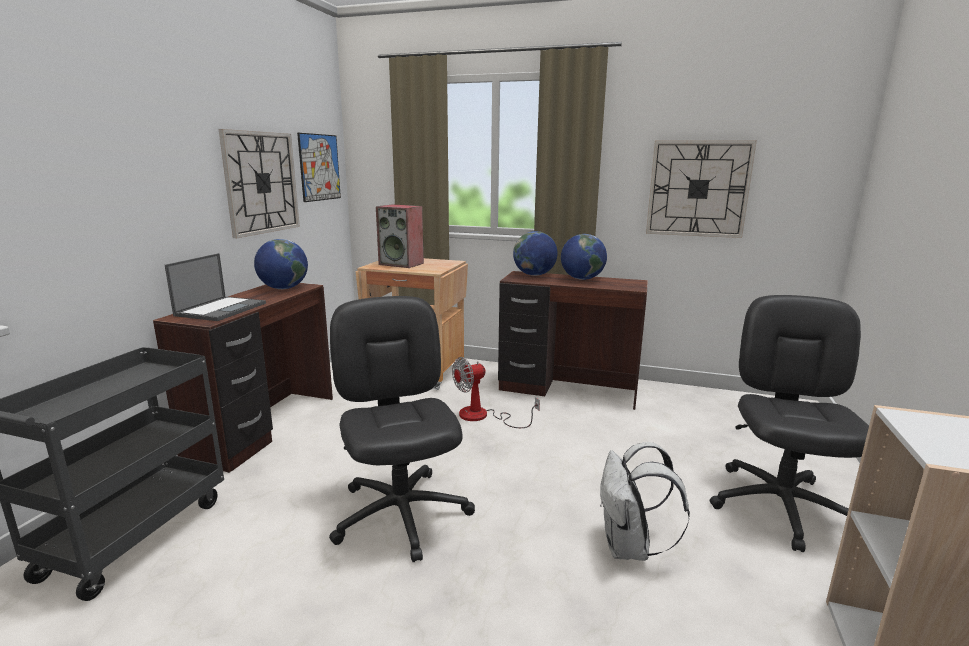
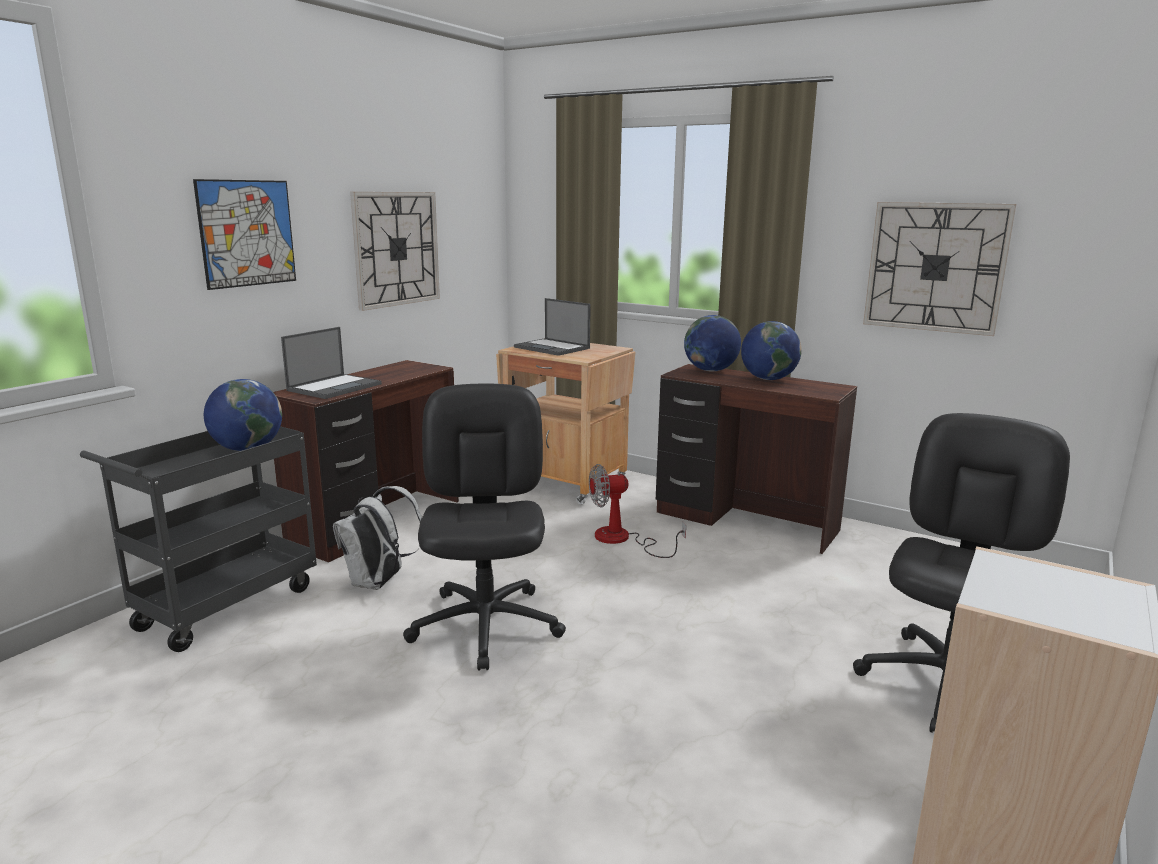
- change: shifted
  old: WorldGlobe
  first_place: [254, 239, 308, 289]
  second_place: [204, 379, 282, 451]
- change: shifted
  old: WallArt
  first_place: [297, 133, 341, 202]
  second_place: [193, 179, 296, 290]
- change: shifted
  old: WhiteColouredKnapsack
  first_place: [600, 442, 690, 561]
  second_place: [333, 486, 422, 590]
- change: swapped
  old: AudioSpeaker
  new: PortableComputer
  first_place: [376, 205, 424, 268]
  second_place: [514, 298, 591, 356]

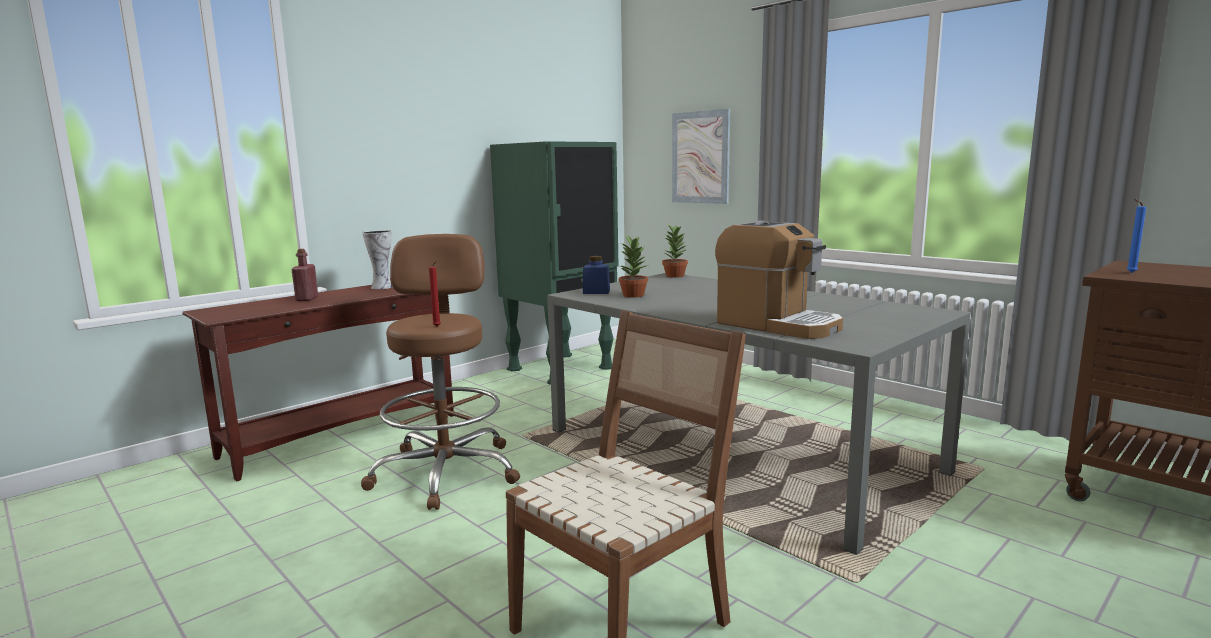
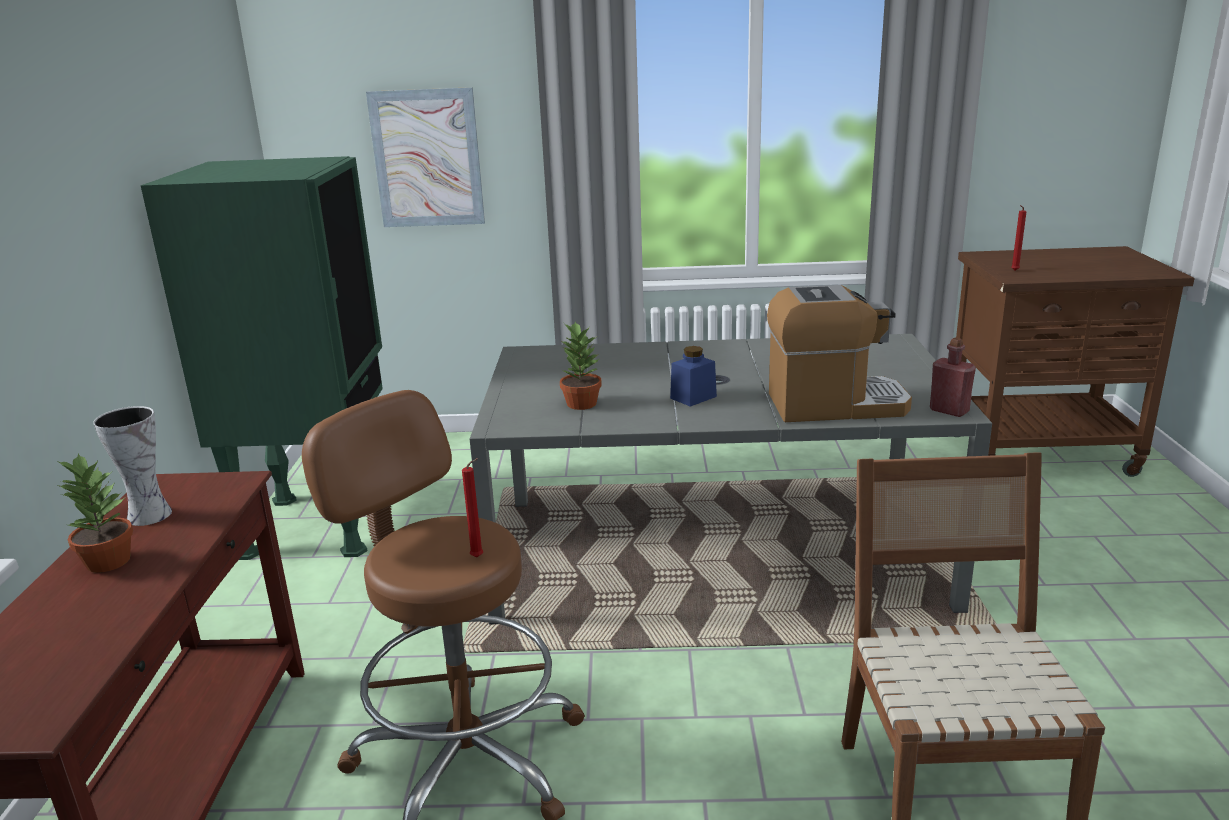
- change: shifted
  old: RedColouredDrinkBottle
  first_place: [291, 249, 318, 301]
  second_place: [930, 338, 976, 417]
- change: shifted
  old: BluePreserveJar
  first_place: [583, 256, 610, 294]
  second_place: [670, 346, 717, 407]
- change: shifted
  old: PottedPlant
  first_place: [662, 225, 688, 278]
  second_place: [58, 454, 133, 573]
- change: repainted
  old: BlueWaxLight
  new: RedColouredWaxLight
  first_place: [1127, 199, 1146, 273]
  second_place: [1011, 205, 1026, 271]

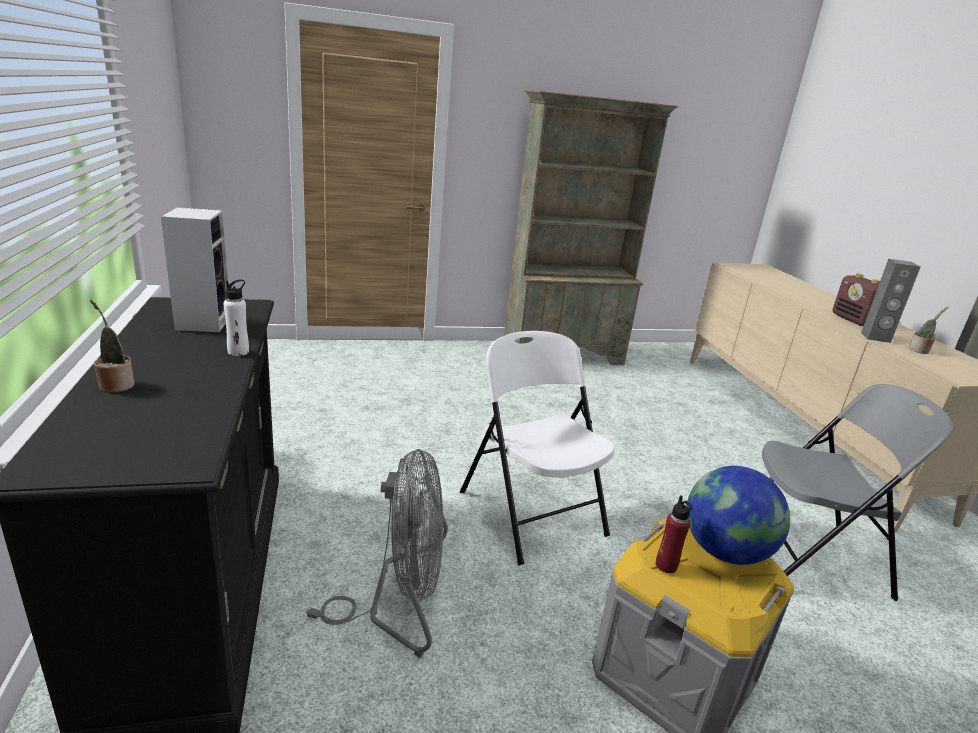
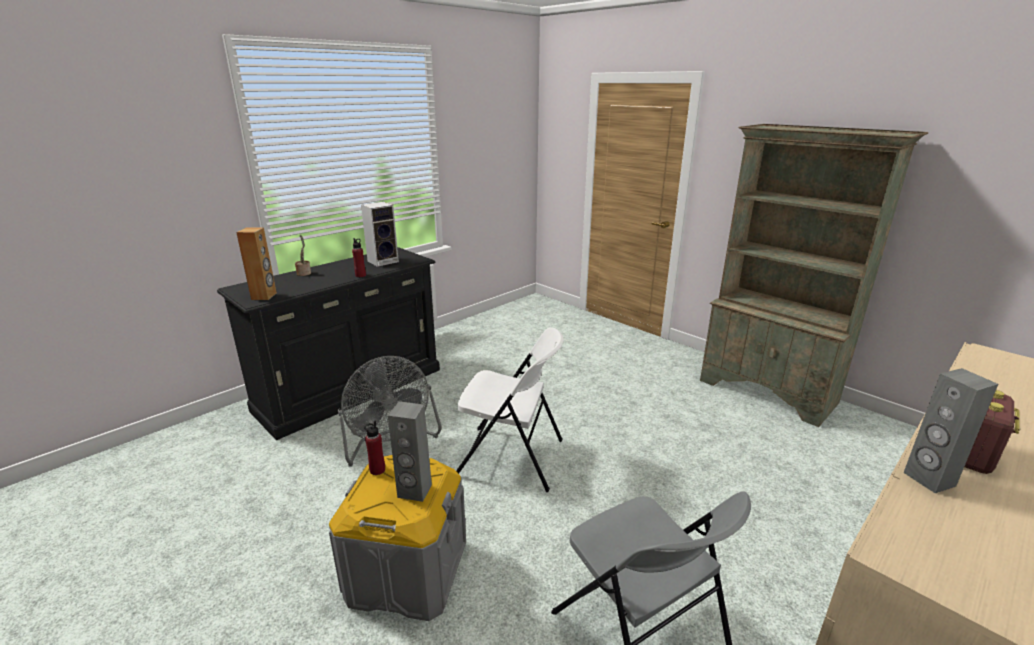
- change: gone
  old: PottedPlant
  first_place: [908, 307, 948, 354]
- change: new
  new: BrownAudioSpeaker
  second_place: [236, 227, 277, 300]
- change: swapped
  old: WorldGlobe
  new: GreyAudioSpeaker
  first_place: [687, 466, 790, 565]
  second_place: [388, 401, 432, 502]
- change: repainted
  old: WhiteColouredDrinkBottle
  new: RedColouredDrinkBottle
  first_place: [224, 279, 249, 356]
  second_place: [352, 238, 366, 277]
- change: rotated
  old: WhiteColouredPlainChair
  first_place: [460, 331, 614, 566]
  second_place: [456, 327, 564, 493]
  degrees: 75

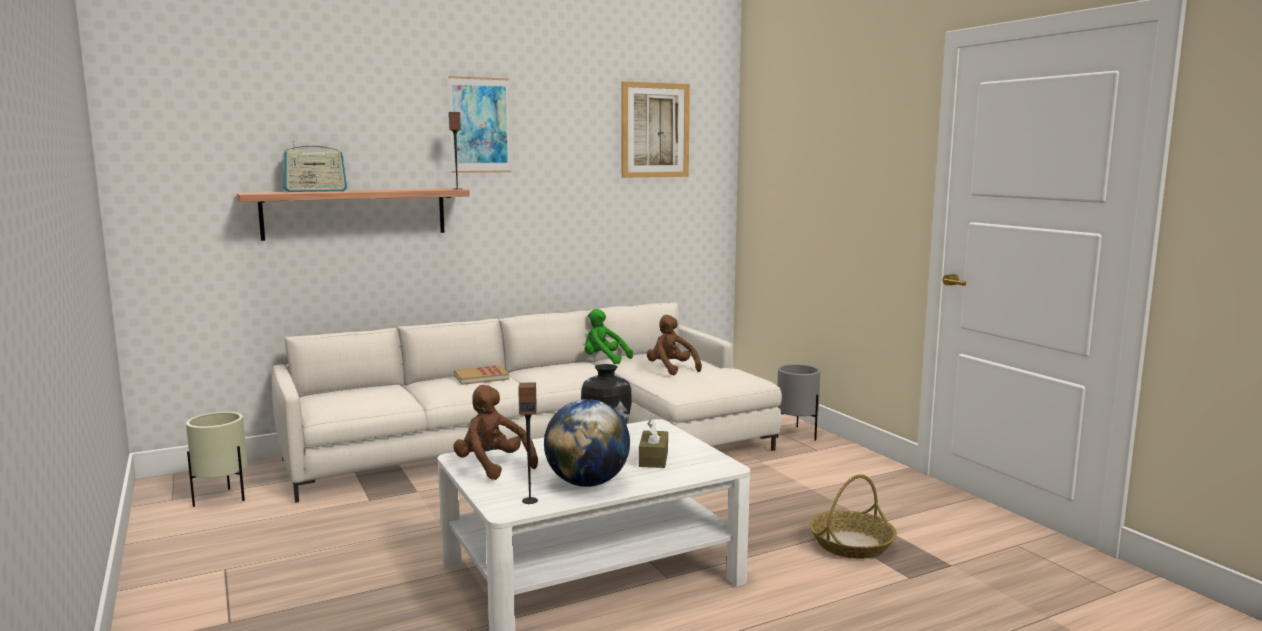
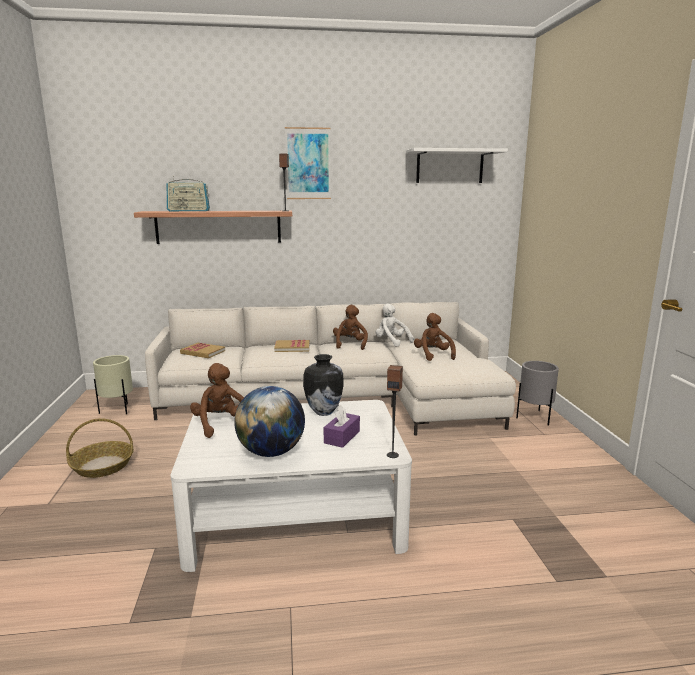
- change: new
  new: Volume
  second_place: [180, 343, 225, 358]
- change: new
  new: BrownPlushToy
  second_place: [333, 305, 368, 350]
- change: shifted
  old: AudioSpeaker
  first_place: [518, 383, 538, 504]
  second_place: [387, 365, 403, 458]
- change: shifted
  old: Basket
  first_place: [809, 474, 897, 559]
  second_place: [66, 418, 134, 478]
- change: swapped
  old: WallArt
  new: WhiteColouredWallShelf
  first_place: [621, 81, 690, 178]
  second_place: [406, 148, 508, 183]
- change: repainted
  old: GreenishPlushToy
  new: WhiteColouredPlushToy
  first_place: [585, 309, 633, 364]
  second_place: [375, 304, 414, 347]
- change: repainted
  old: BrownBoxOfTissues
  new: PurpleColouredBoxOfTissues
  first_place: [639, 419, 668, 468]
  second_place: [324, 405, 360, 448]

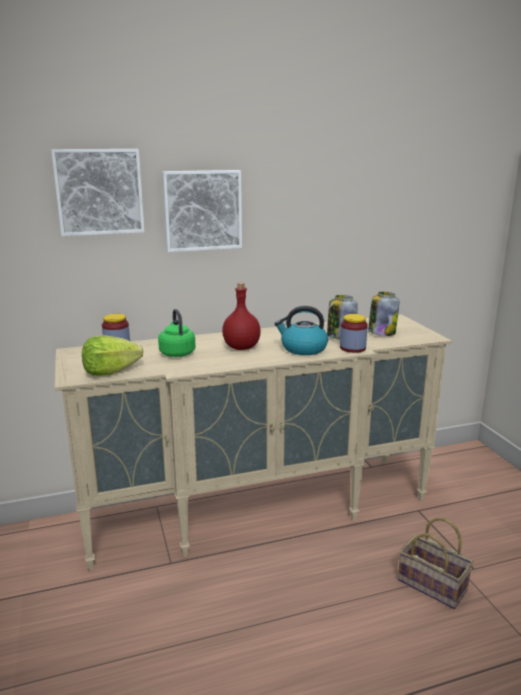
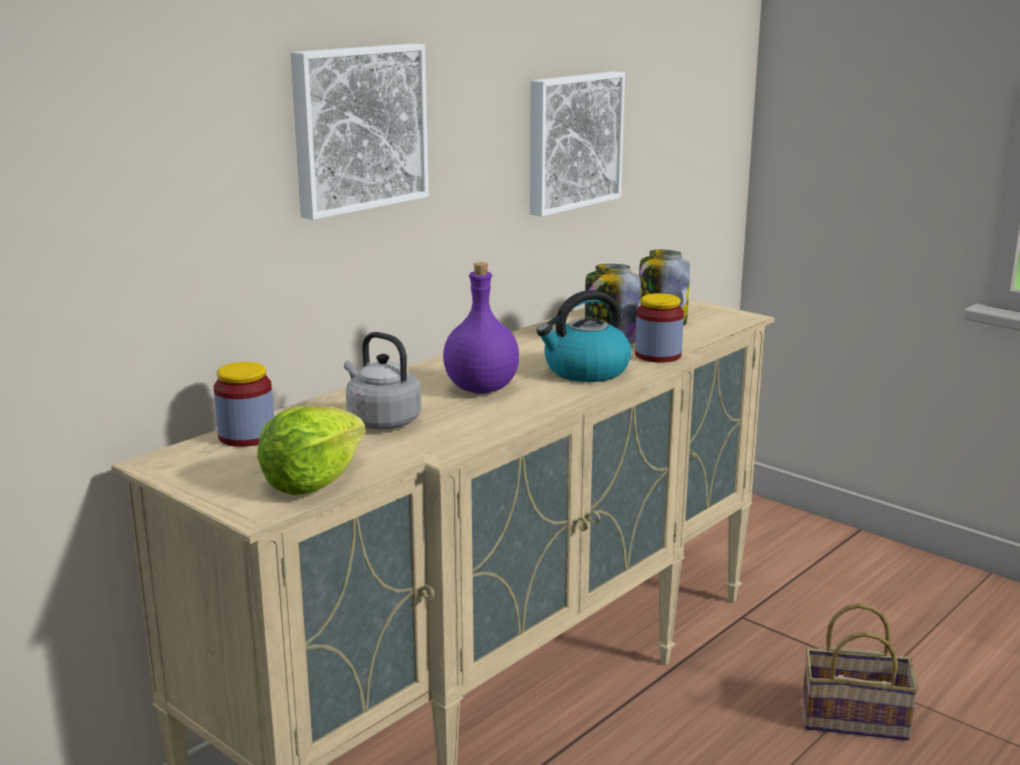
- change: shifted
  old: WallArt
  first_place: [51, 149, 145, 236]
  second_place: [530, 71, 625, 217]
- change: repainted
  old: GreenishTeaKettle
  new: GreyTeaKettle
  first_place: [158, 309, 195, 357]
  second_place: [344, 332, 421, 429]
- change: repainted
  old: RedColouredDrinkBottle
  new: PurpleColouredDrinkBottle
  first_place: [222, 283, 261, 350]
  second_place: [443, 262, 519, 394]

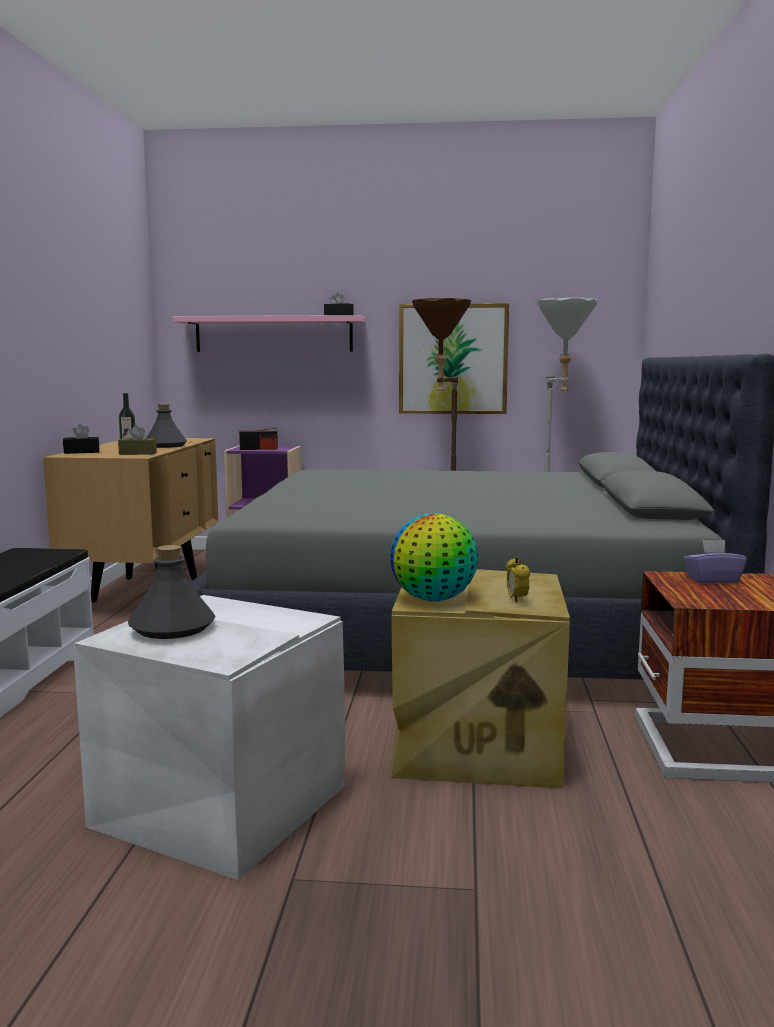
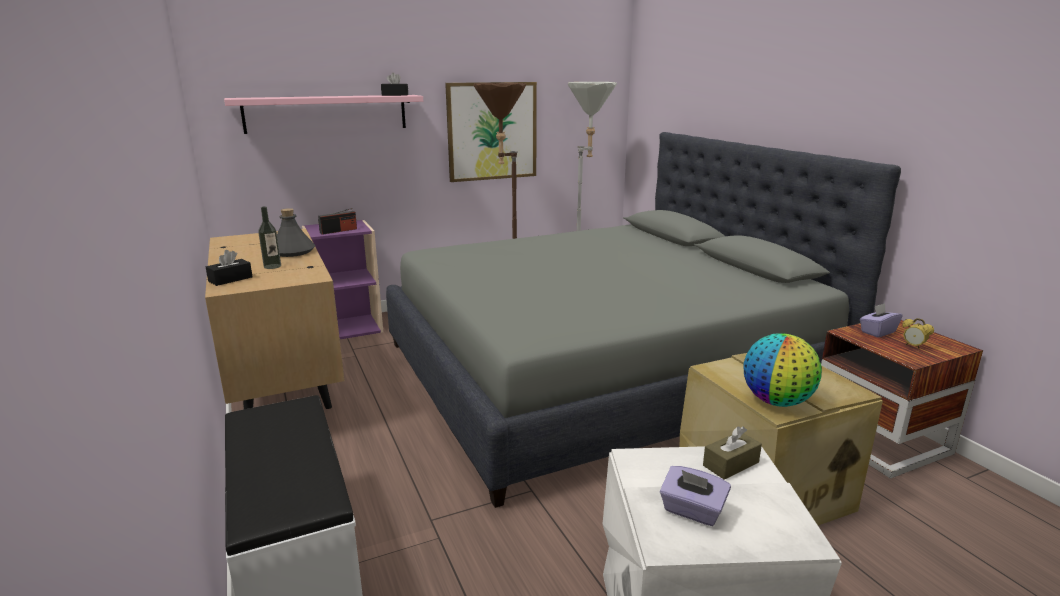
- change: shifted
  old: BrownBoxOfTissues
  first_place: [118, 425, 157, 455]
  second_place: [703, 426, 762, 480]
- change: shifted
  old: AlarmClock
  first_place: [506, 556, 530, 602]
  second_place: [902, 318, 934, 349]
- change: swapped
  old: GreyDrinkBottle
  new: PurpleColouredBoxOfTissues
  first_place: [128, 545, 216, 639]
  second_place: [660, 466, 731, 526]

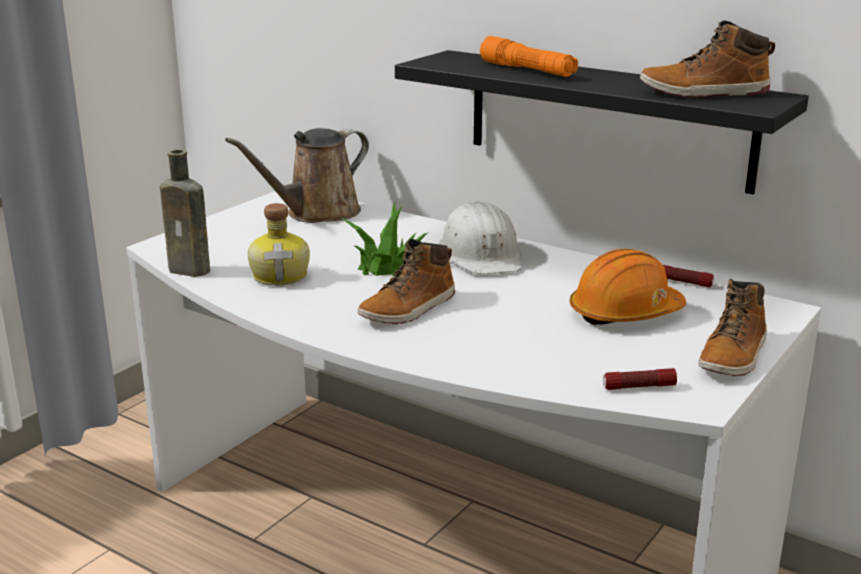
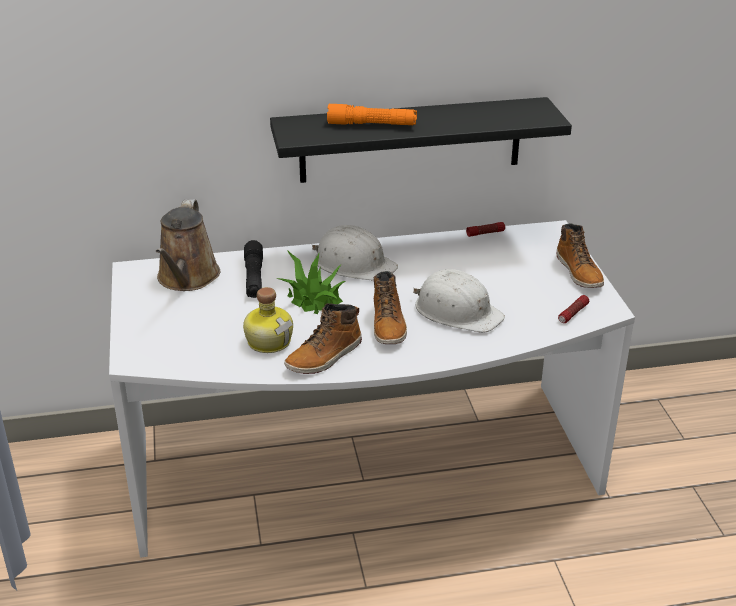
- change: gone
  old: BrownDrinkBottle
  first_place: [160, 150, 210, 277]
- change: gone
  old: OrangeyWorkHelmet
  first_place: [570, 249, 686, 325]
- change: new
  new: BlackHandTorch
  second_place: [244, 240, 263, 298]
- change: new
  new: WhiteColouredWorkHelmet
  second_place: [413, 269, 505, 333]
- change: shifted
  old: Boot
  first_place: [640, 21, 775, 98]
  second_place: [284, 303, 362, 374]

